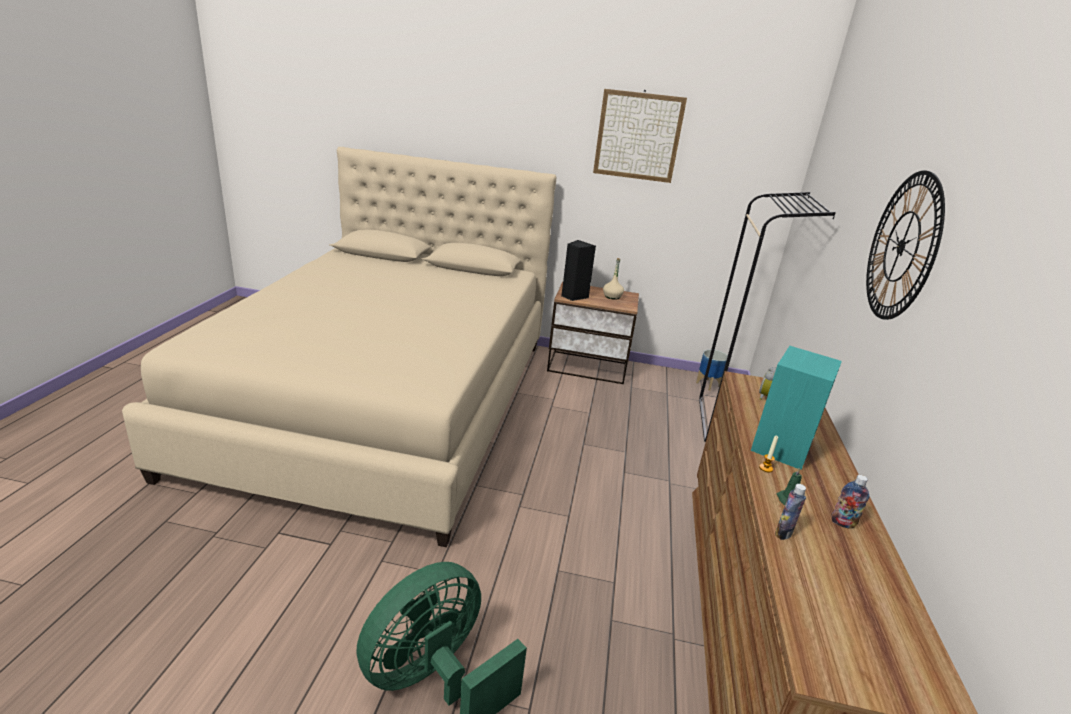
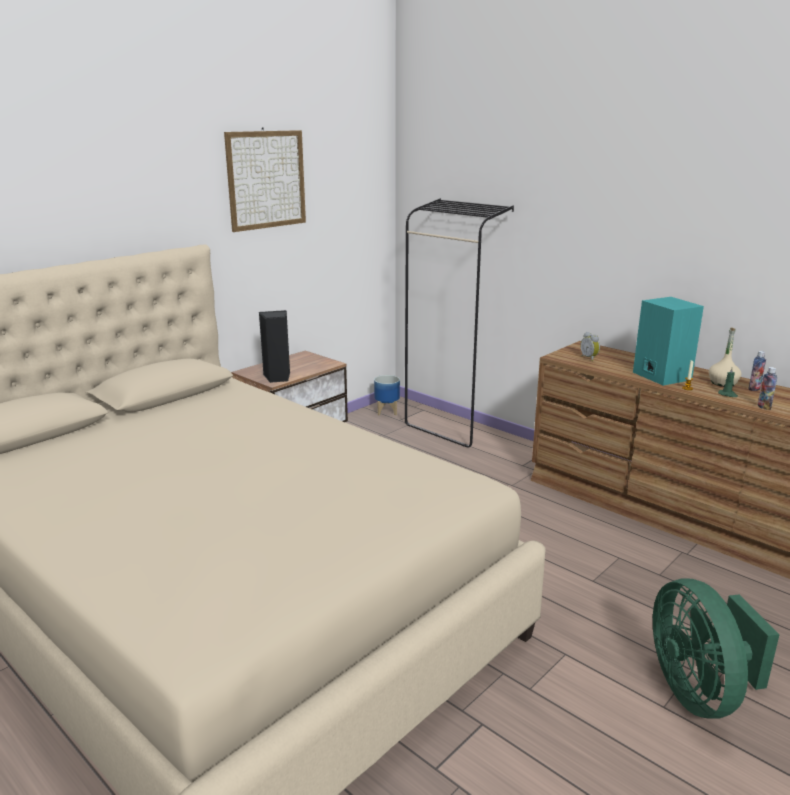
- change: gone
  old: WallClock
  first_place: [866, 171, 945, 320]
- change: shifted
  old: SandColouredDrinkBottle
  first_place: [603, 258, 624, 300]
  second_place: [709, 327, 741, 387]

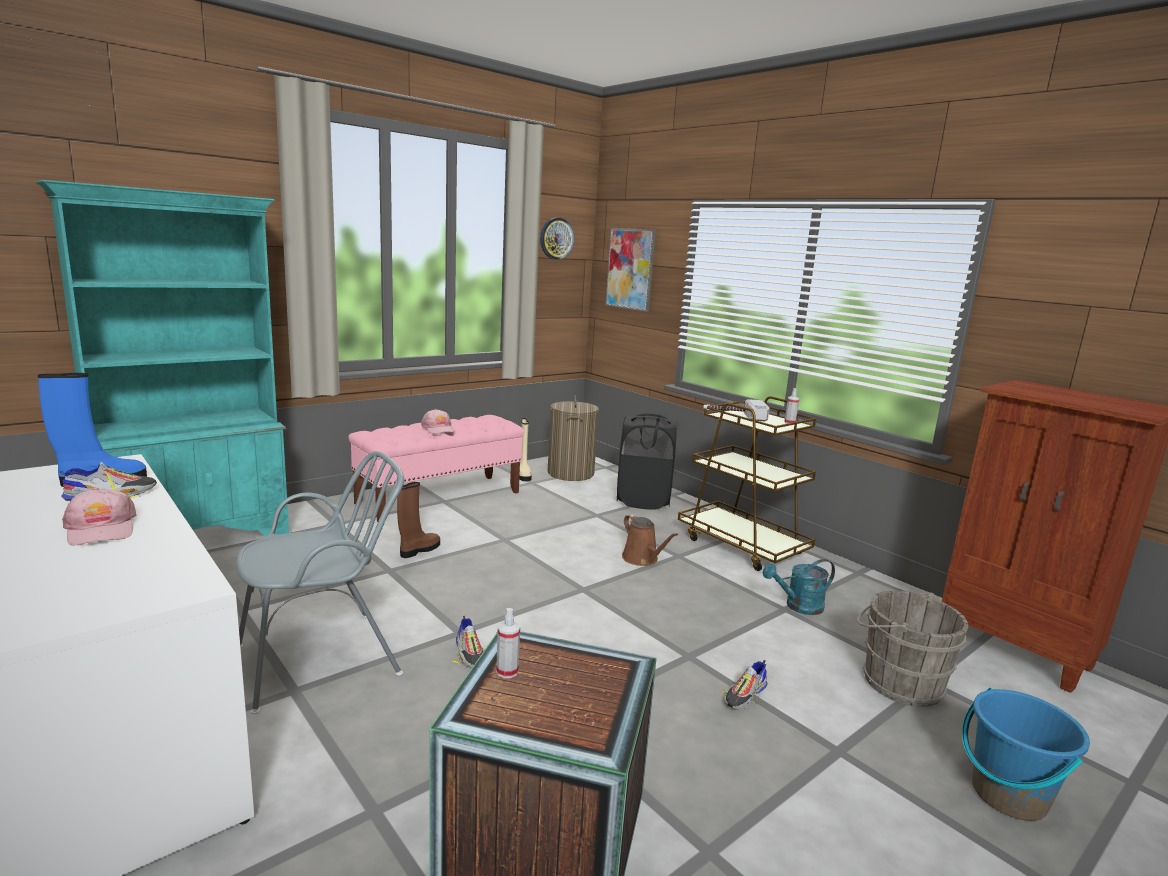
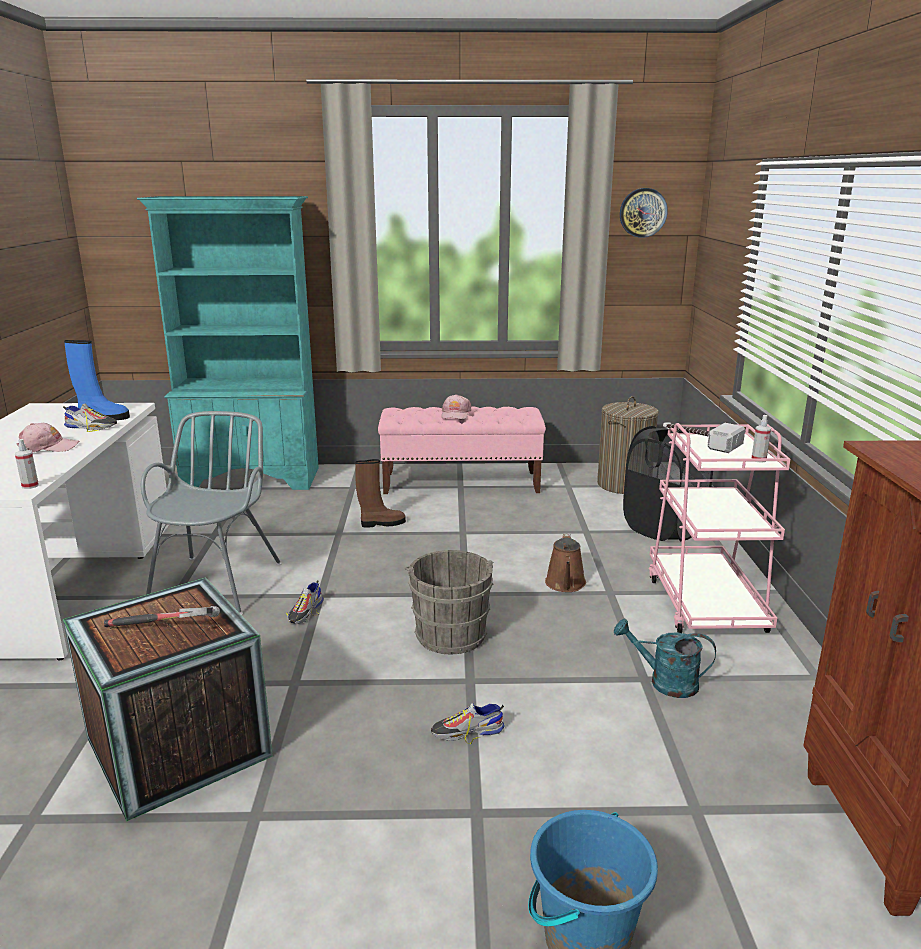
- change: gone
  old: SandColouredBoot
  first_place: [519, 418, 532, 481]
- change: gone
  old: WallArt
  first_place: [605, 228, 656, 312]
- change: new
  new: Hammer
  second_place: [104, 606, 220, 627]
- change: shifted
  old: Sprayer
  first_place: [496, 608, 520, 678]
  second_place: [15, 439, 39, 489]
- change: shifted
  old: GreyWaterBucket
  first_place: [857, 591, 968, 707]
  second_place: [405, 550, 493, 654]
- change: repainted
  old: BrownTrolley
  new: PinkishTrolley
  first_place: [678, 396, 816, 571]
  second_place: [649, 423, 791, 633]
- change: rotated
  old: PinkishBaseballCap
  first_place: [62, 488, 137, 546]
  second_place: [16, 423, 80, 452]
  degrees: -105
- change: rotated
  old: GreyPlainChair
  first_place: [236, 451, 404, 714]
  second_place: [141, 411, 282, 615]
  degrees: -90

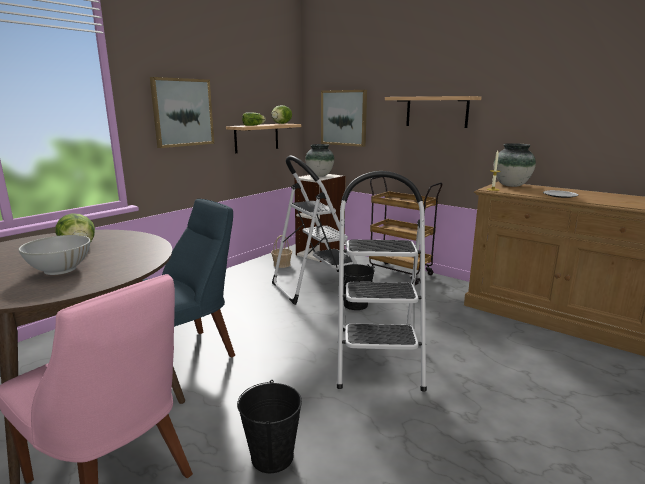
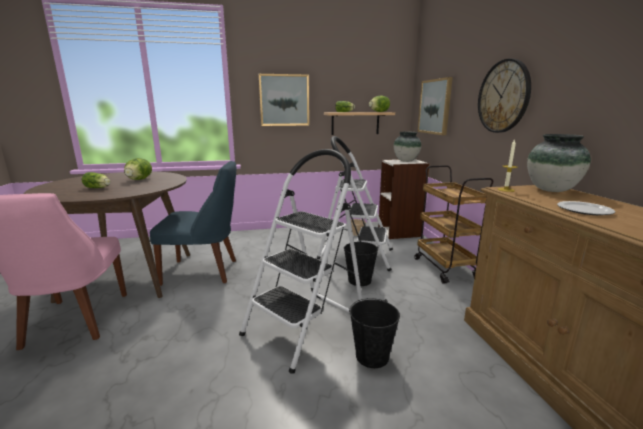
- change: shifted
  old: BlackWaterBucket
  first_place: [237, 380, 302, 473]
  second_place: [349, 298, 400, 368]
- change: swapped
  old: WhiteColouredBowl
  new: HeadOfLettuce
  first_place: [18, 235, 90, 275]
  second_place: [81, 172, 110, 188]
- change: swapped
  old: WallShelf
  new: WallClock
  first_place: [385, 96, 481, 128]
  second_place: [478, 59, 531, 133]

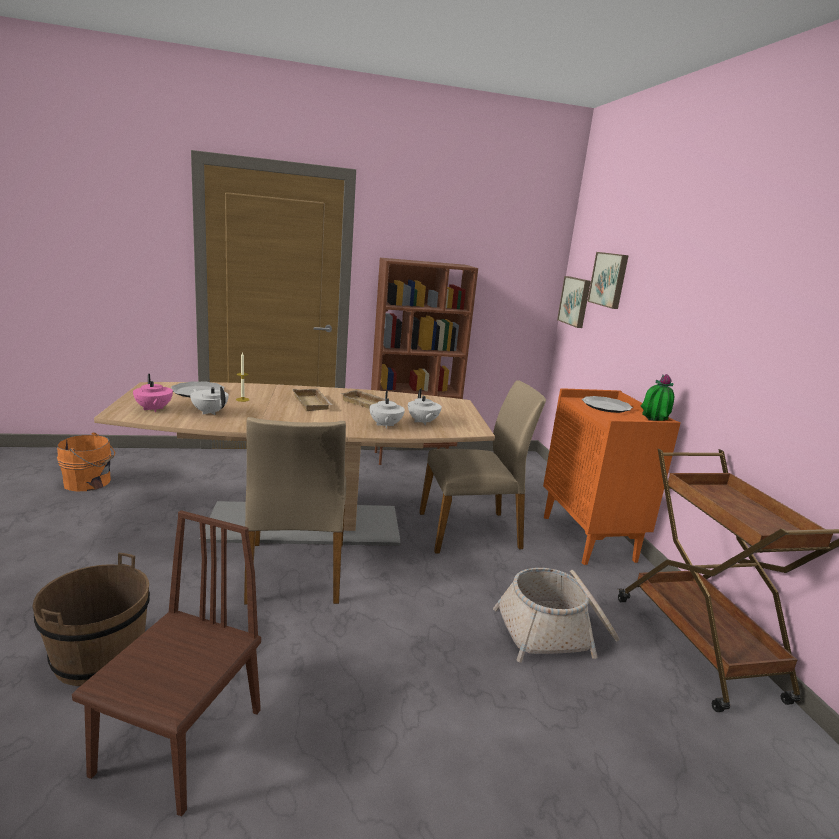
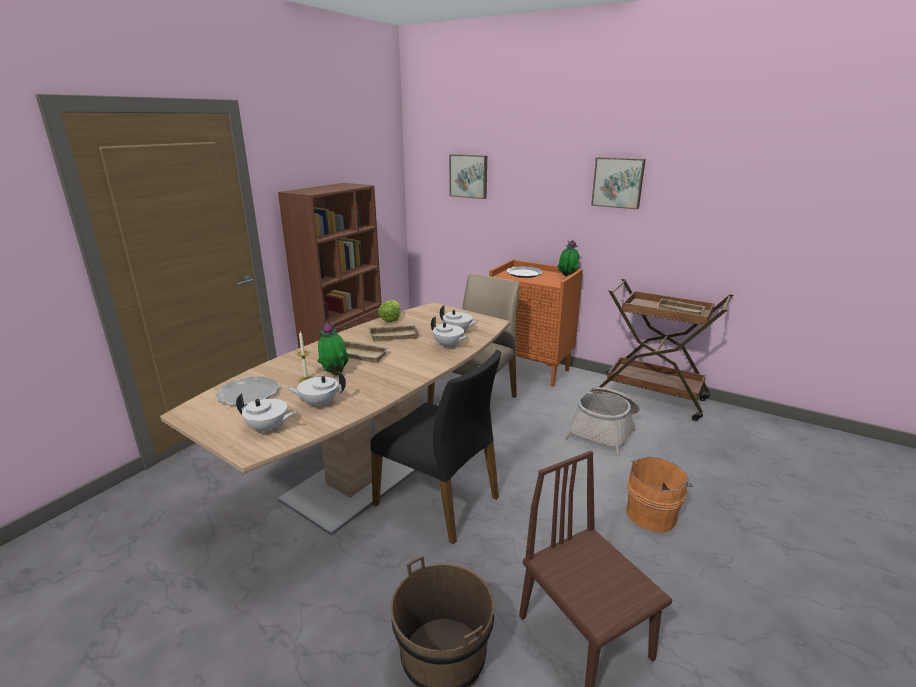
- change: new
  new: PottedPlant
  second_place: [317, 322, 349, 376]
- change: new
  new: HeadOfLettuce
  second_place: [378, 300, 401, 322]
- change: new
  new: SandColouredTray
  second_place: [658, 298, 705, 315]
- change: shifted
  old: OrangeyWaterBucket
  first_place: [57, 432, 115, 491]
  second_place: [627, 457, 693, 533]
- change: shifted
  old: WallArt
  first_place: [557, 276, 591, 328]
  second_place: [591, 157, 646, 209]
- change: repainted
  old: PinkishTeaPot
  new: WhiteColouredTeaPot
  first_place: [133, 374, 173, 412]
  second_place: [236, 394, 296, 435]
- change: repainted
  old: SandColouredPlainChair
  new: BlackPlainChair
  first_place: [244, 417, 346, 604]
  second_place: [370, 350, 501, 544]

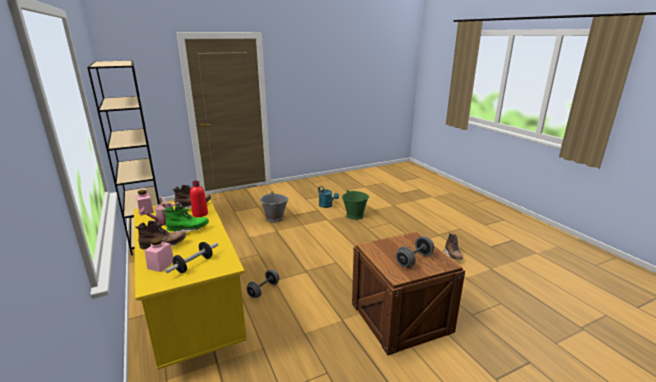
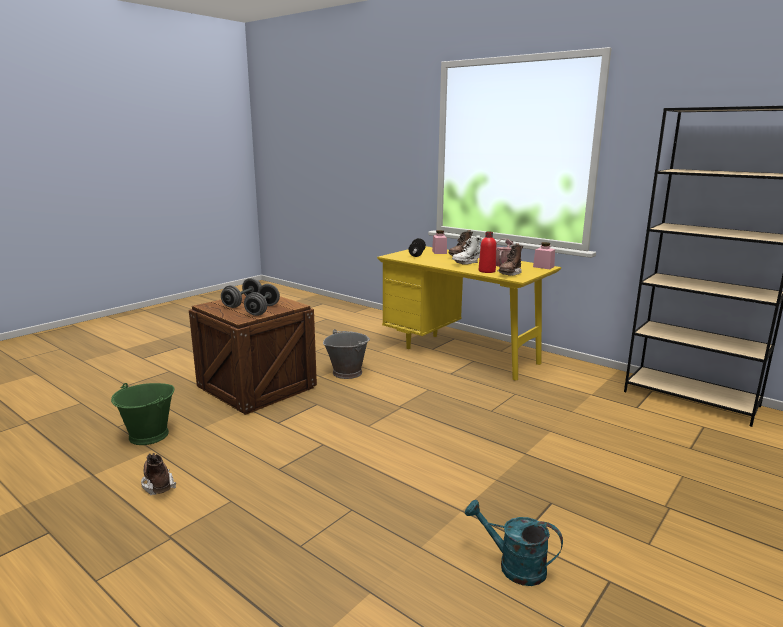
- change: shifted
  old: GreyDumbbell
  first_place: [246, 270, 279, 298]
  second_place: [244, 284, 280, 316]
- change: shifted
  old: GreyWaterBucket
  first_place: [260, 191, 289, 223]
  second_place: [323, 329, 370, 379]
- change: shifted
  old: GreenishWaterBucket
  first_place: [342, 190, 369, 220]
  second_place: [111, 383, 174, 445]
- change: repainted
  old: GreenishBoot
  new: WhiteColouredBoot
  first_place: [163, 205, 209, 232]
  second_place: [452, 236, 481, 265]

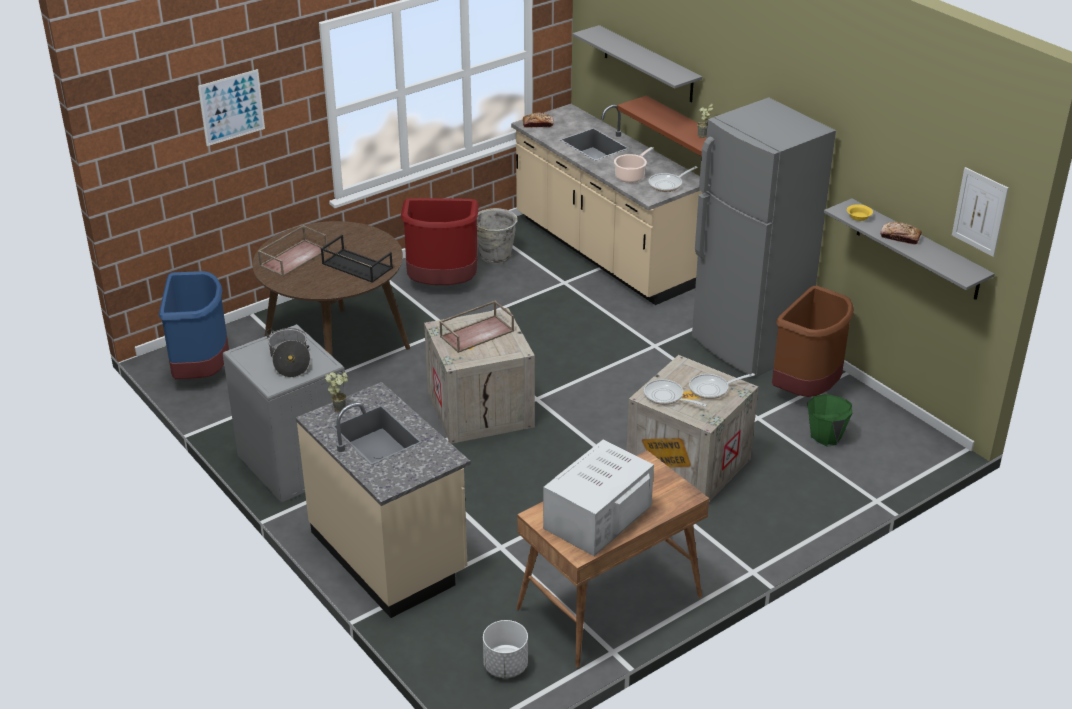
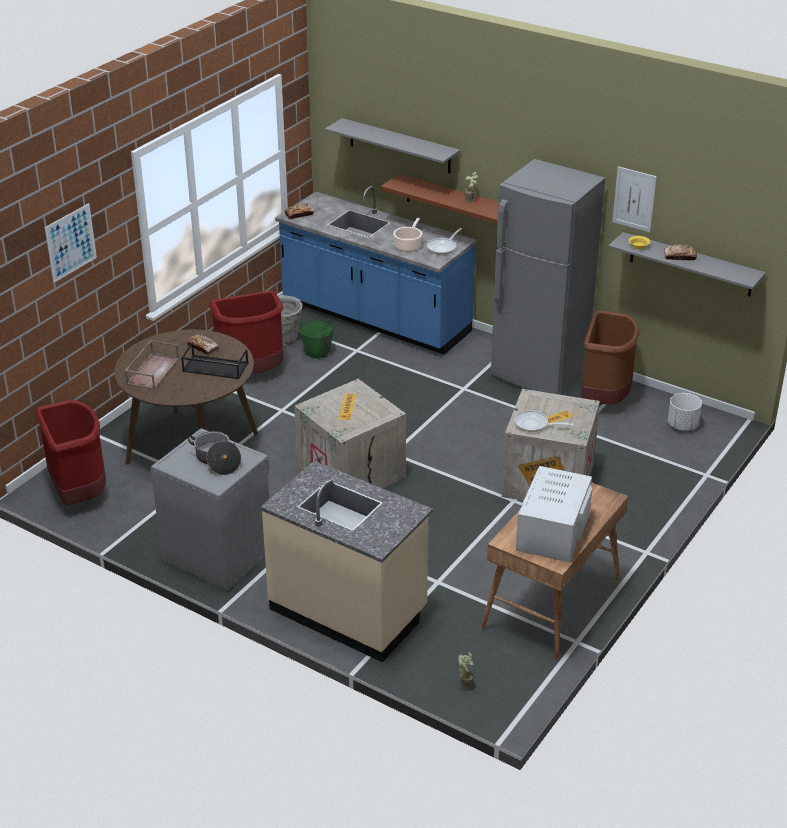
- change: gone
  old: BrownTray
  first_place: [439, 300, 514, 353]
- change: gone
  old: Skillet
  first_place: [689, 373, 755, 399]
- change: new
  new: BakedBread
  second_place: [186, 335, 219, 355]
- change: shifted
  old: PottedPlant
  first_place: [325, 372, 348, 412]
  second_place: [458, 652, 474, 689]
- change: shifted
  old: WhiteColouredFlowerPot
  first_place: [483, 620, 528, 678]
  second_place: [668, 393, 702, 431]
- change: shifted
  old: GreenishWaterBucket
  first_place: [807, 394, 853, 447]
  second_place: [299, 320, 334, 360]
- change: shifted
  old: WallArt
  first_place: [952, 167, 1009, 257]
  second_place: [612, 166, 657, 232]
- change: repainted
  old: BlueRubbishBin
  new: RedColouredRubbishBin
  first_place: [159, 271, 229, 379]
  second_place: [36, 400, 106, 506]
- change: repainted
  old: SandColouredKitchenCounter
  new: BlueKitchenCounter
  first_place: [511, 104, 702, 305]
  second_place: [275, 186, 477, 355]

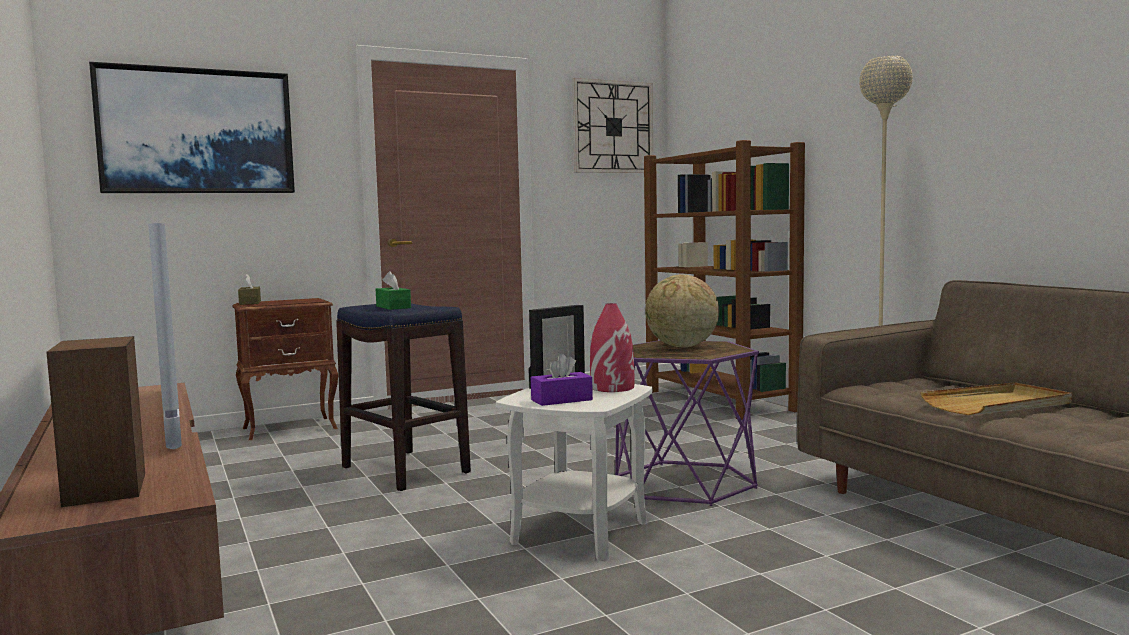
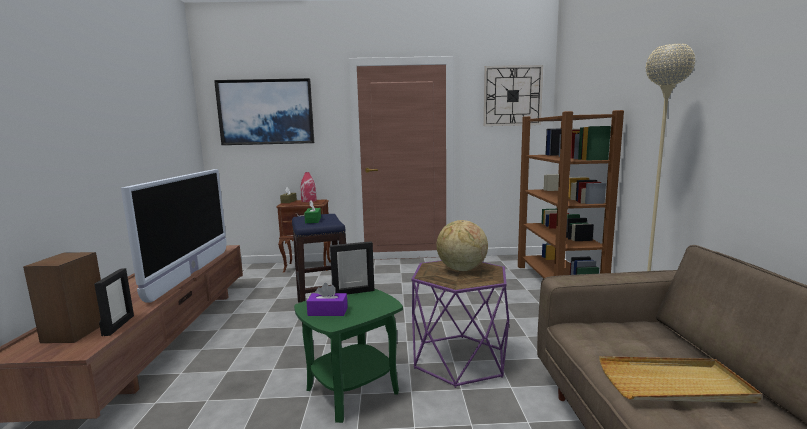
- change: new
  new: PhotoFrame
  second_place: [94, 268, 134, 336]
- change: shifted
  old: RedColouredVase
  first_place: [590, 303, 635, 392]
  second_place: [301, 172, 317, 202]
- change: repainted
  old: WhiteColouredEndTable
  new: GreenishEndTable
  first_place: [496, 384, 652, 561]
  second_place: [294, 289, 403, 423]

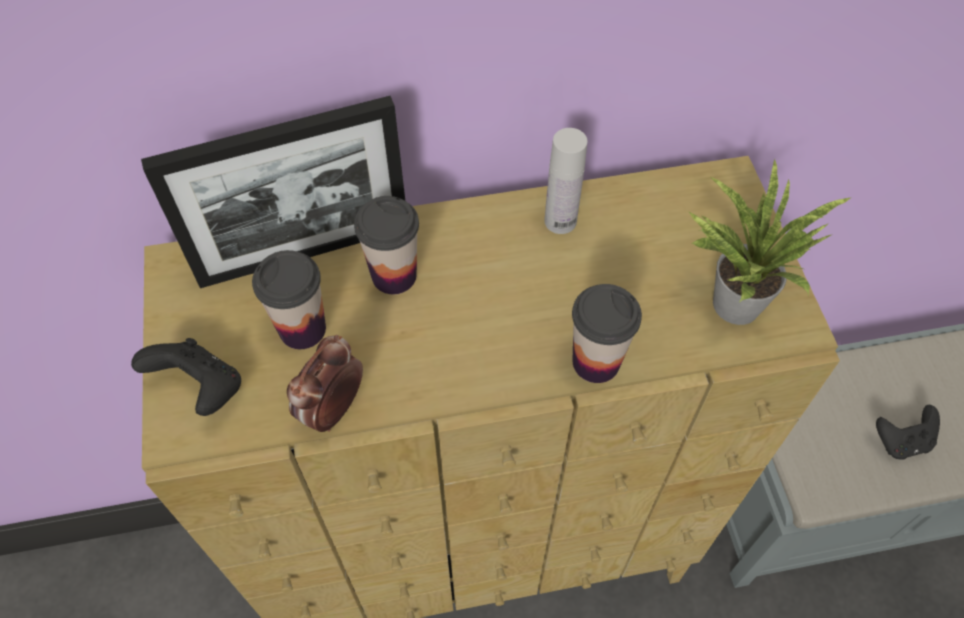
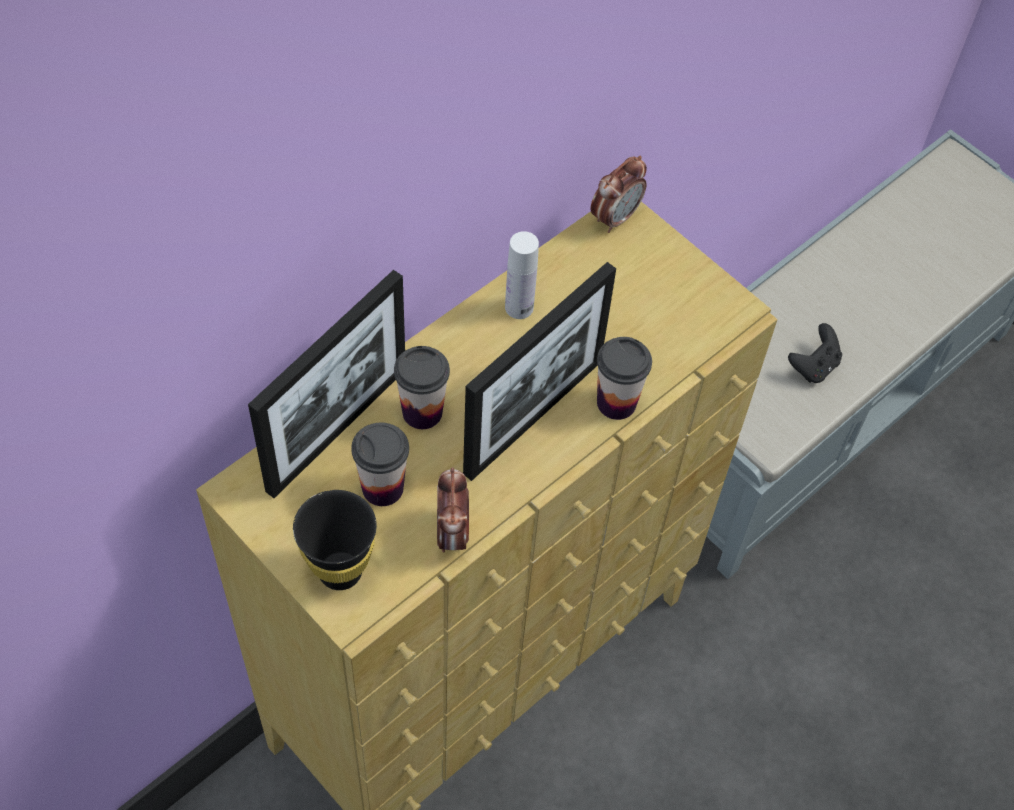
- change: gone
  old: PottedPlant
  first_place: [687, 159, 850, 325]
- change: new
  new: PhotoFrame
  second_place: [463, 262, 616, 481]
- change: new
  new: AlarmClock
  second_place: [590, 156, 647, 233]
- change: swapped
  old: BlackGameController
  new: BlackDrinkingCup
  first_place: [131, 338, 241, 416]
  second_place: [293, 490, 377, 590]

